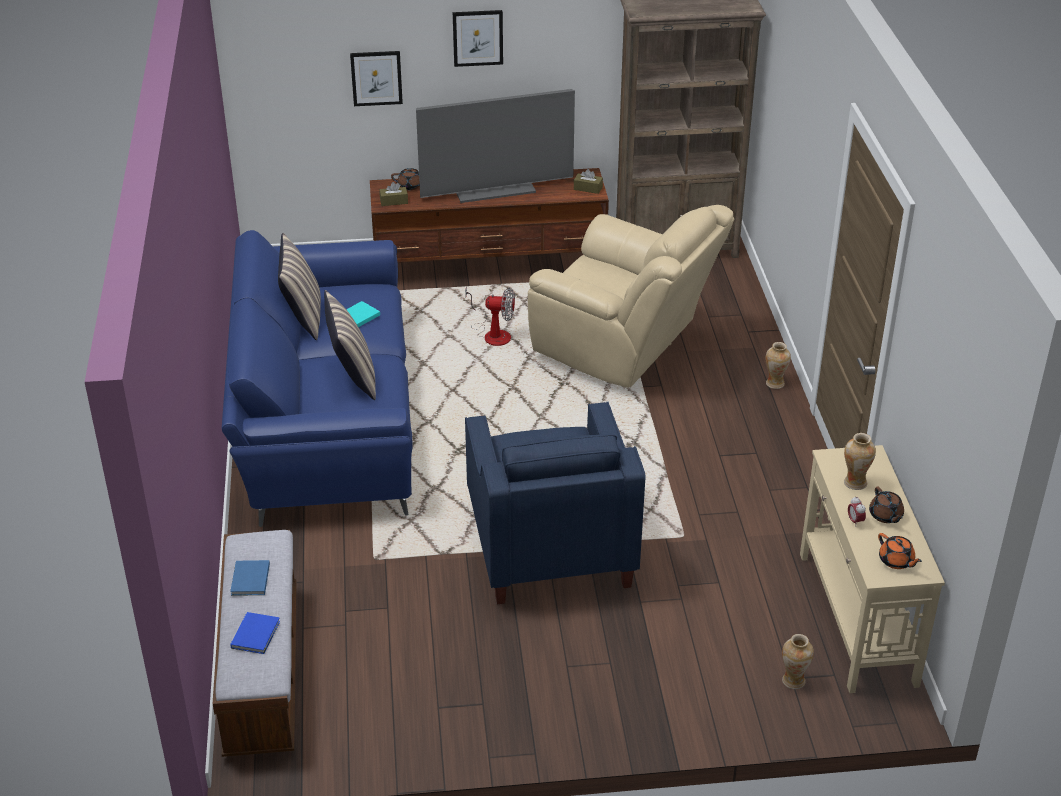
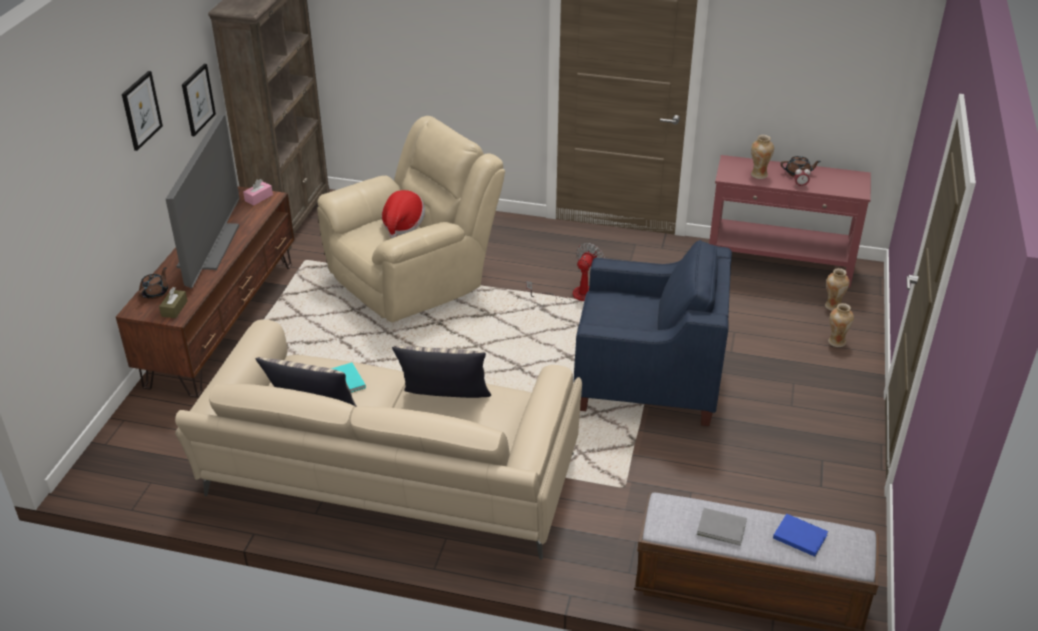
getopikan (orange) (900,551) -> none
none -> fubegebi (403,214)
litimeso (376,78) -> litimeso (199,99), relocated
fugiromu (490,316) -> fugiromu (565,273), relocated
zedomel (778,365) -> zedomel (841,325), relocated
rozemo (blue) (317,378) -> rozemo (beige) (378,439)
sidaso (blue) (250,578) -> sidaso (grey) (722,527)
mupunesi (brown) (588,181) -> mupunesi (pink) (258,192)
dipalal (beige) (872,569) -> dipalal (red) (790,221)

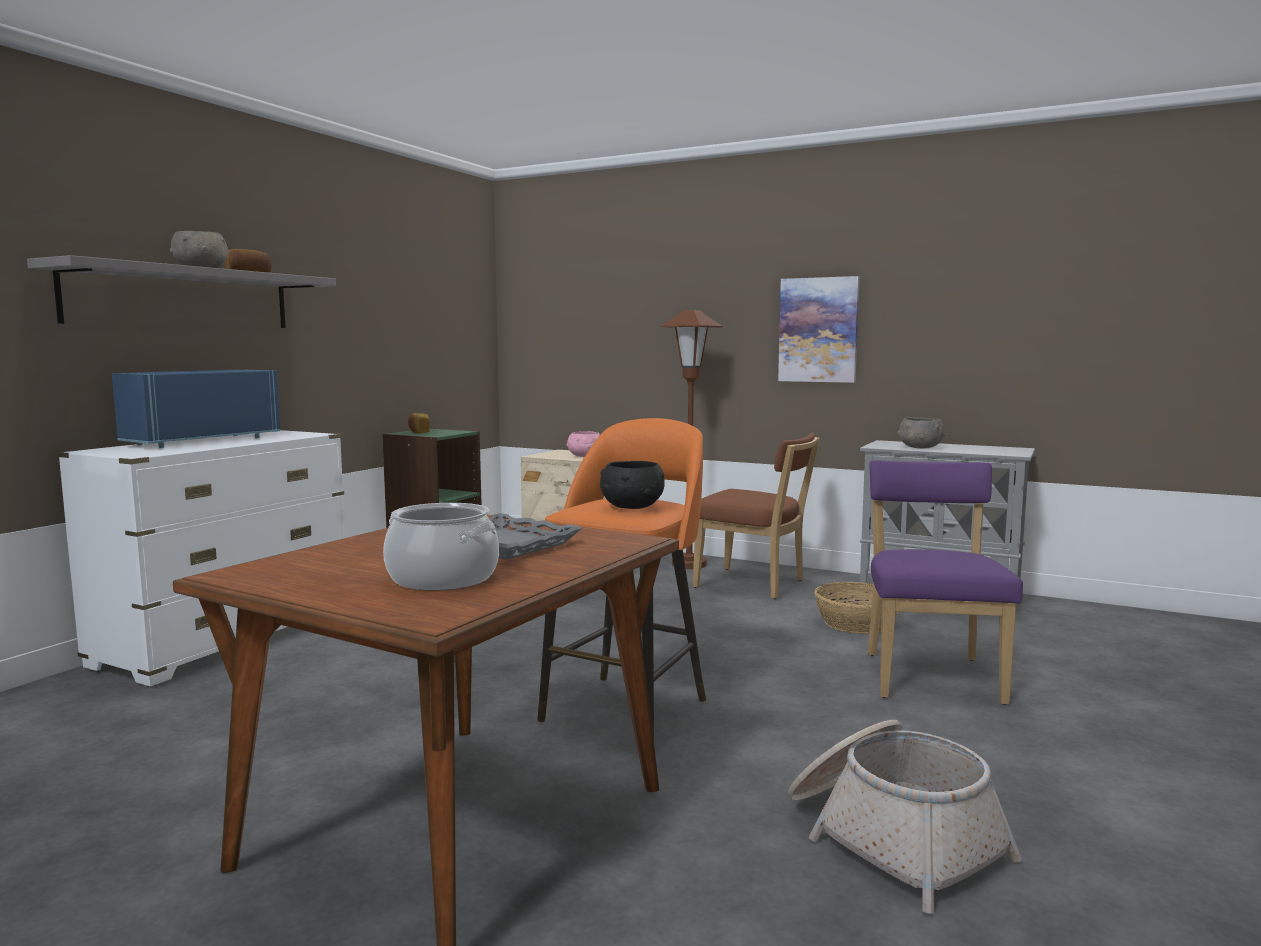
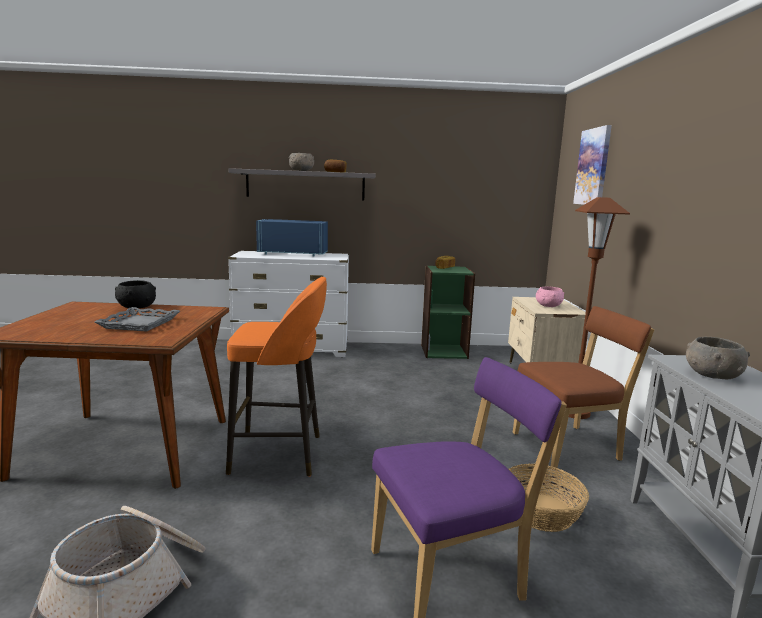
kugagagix (441,546) -> none
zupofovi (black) (632,485) -> zupofovi (black) (135,294), relocated
litimeso (819,329) -> litimeso (592,165), relocated
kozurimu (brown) (756,515) -> kozurimu (brown) (583,387), 105 degrees counterclockwise

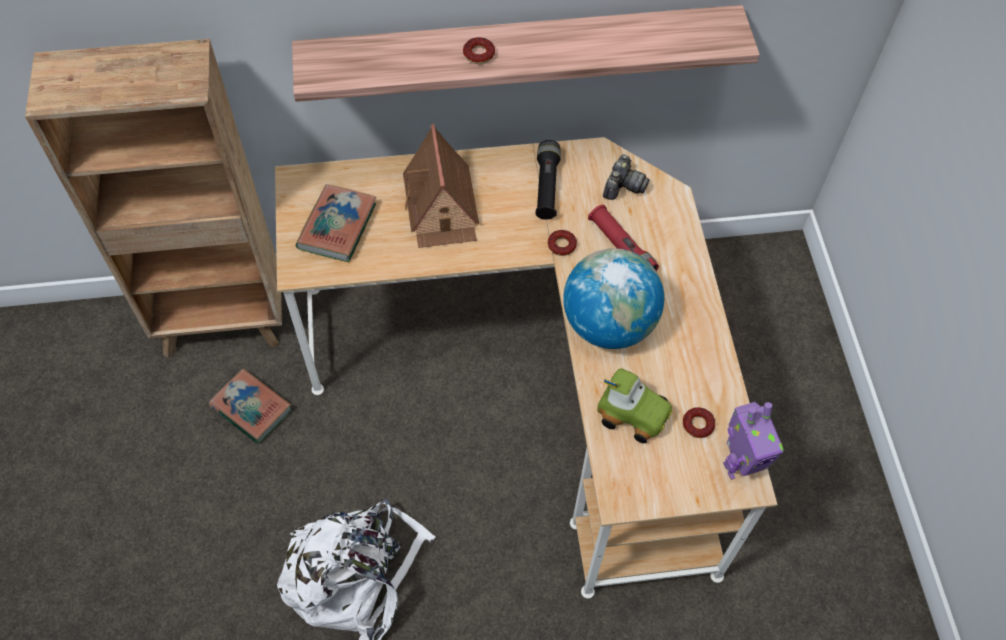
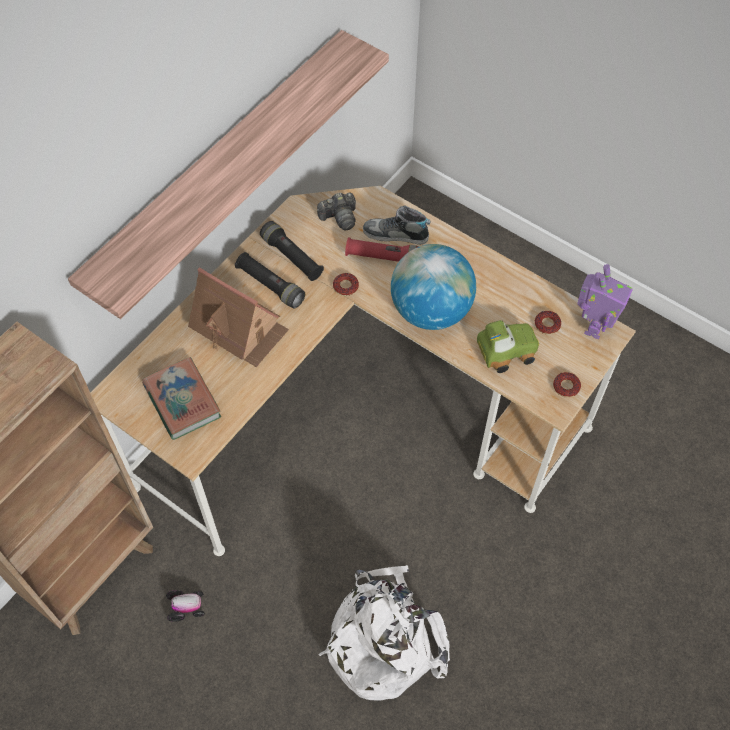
none -> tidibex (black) (270,280)
none -> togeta (397,225)
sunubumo (479,50) -> sunubumo (567,385), relocated
sidaso (250,406) -> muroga (185,606)
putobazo (626,177) -> putobazo (336,212), 90 degrees clockwise

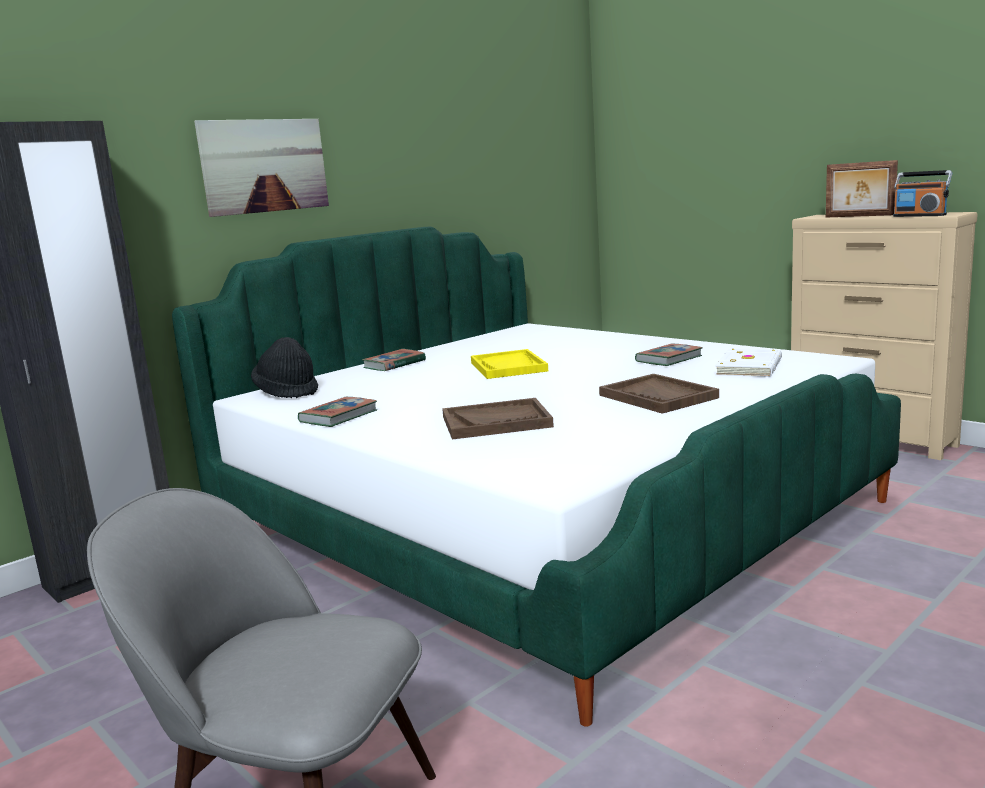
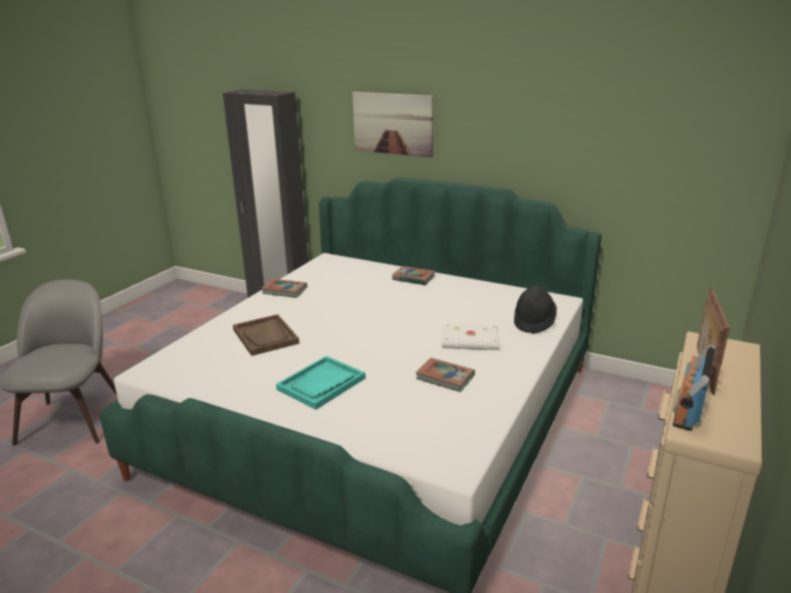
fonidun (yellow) (509,364) -> none
fubegebi (black) (284,367) -> fubegebi (black) (535,310), relocated
sidaso (white) (748,363) -> sidaso (white) (471,337), relocated
fonidun (brown) (659,394) -> fonidun (turquoise) (320,383)

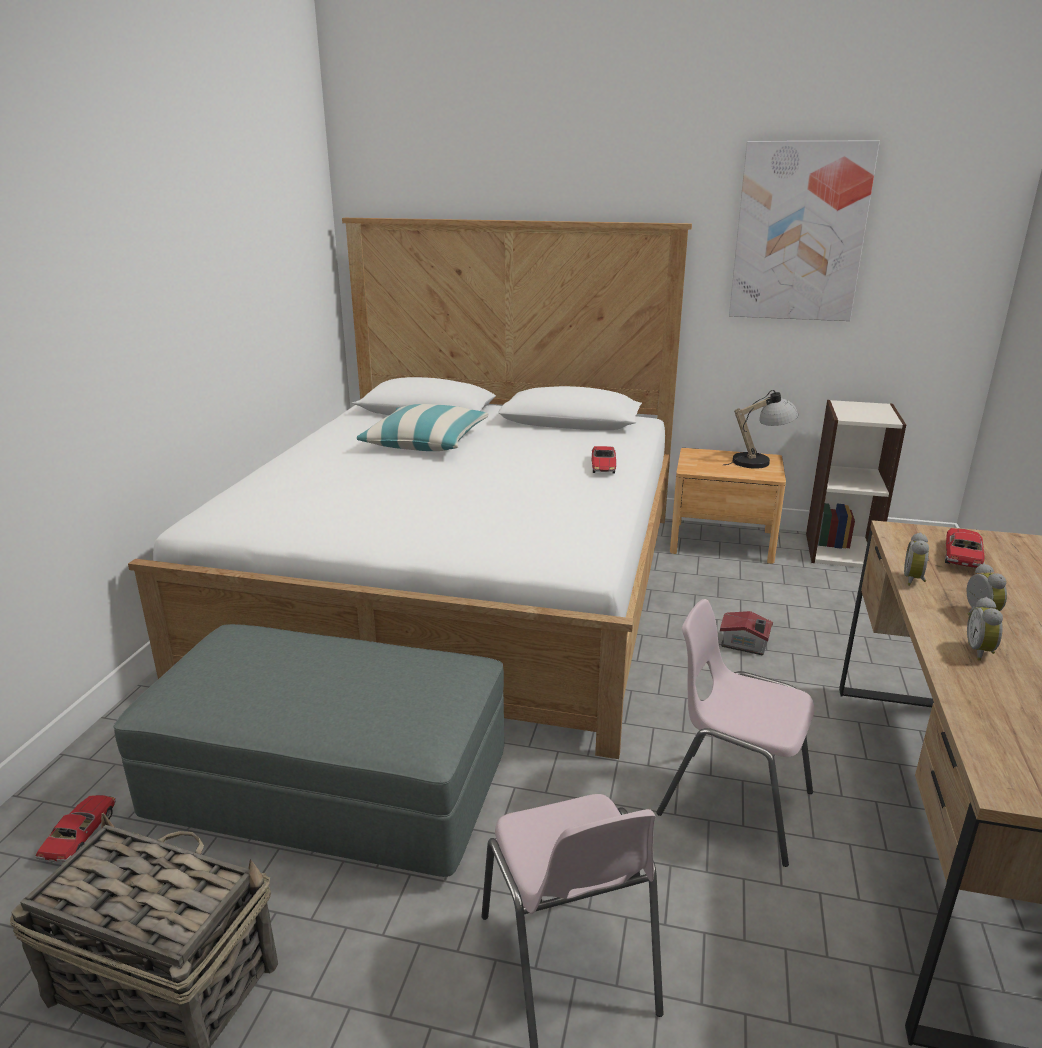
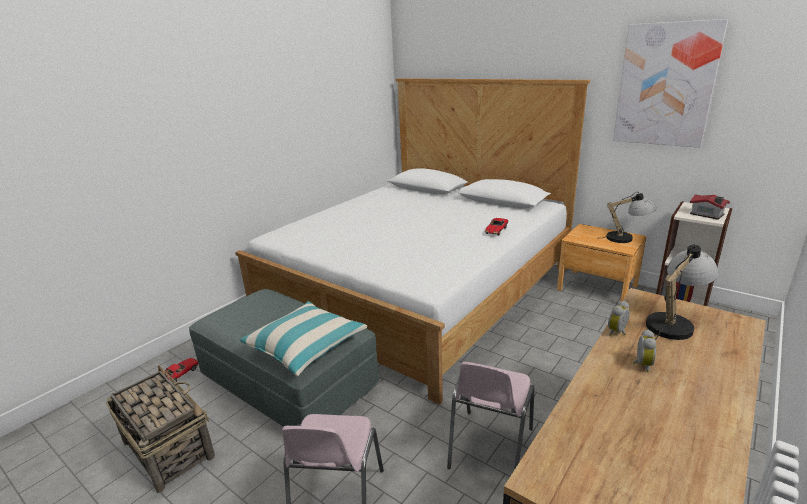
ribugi (985,629) -> none
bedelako (423,427) -> bedelako (303,338), relocated
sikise (746,633) -> sikise (710,207), relocated
muroga (965,548) -> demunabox (682,292)
kozurimu (pink) (735,733) -> kozurimu (pink) (491,416), 120 degrees counterclockwise

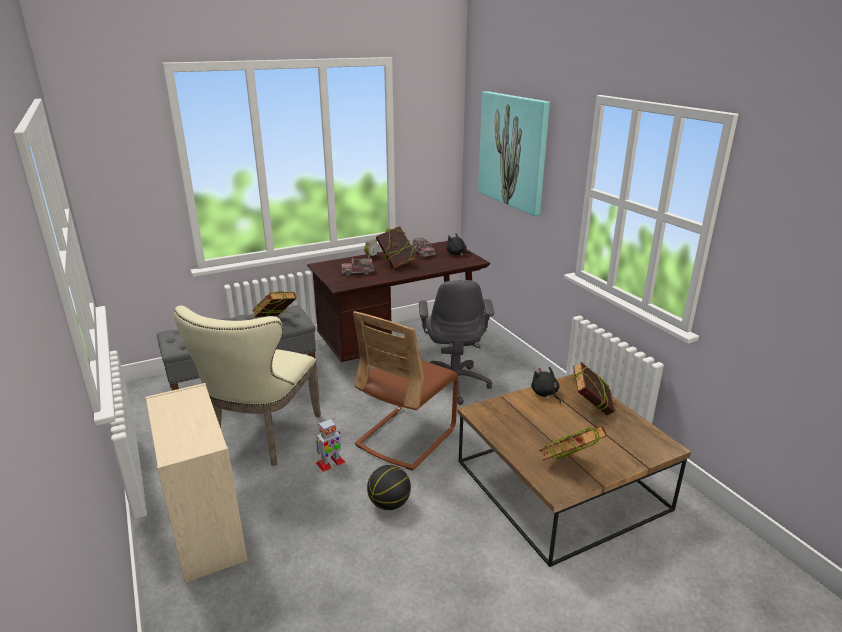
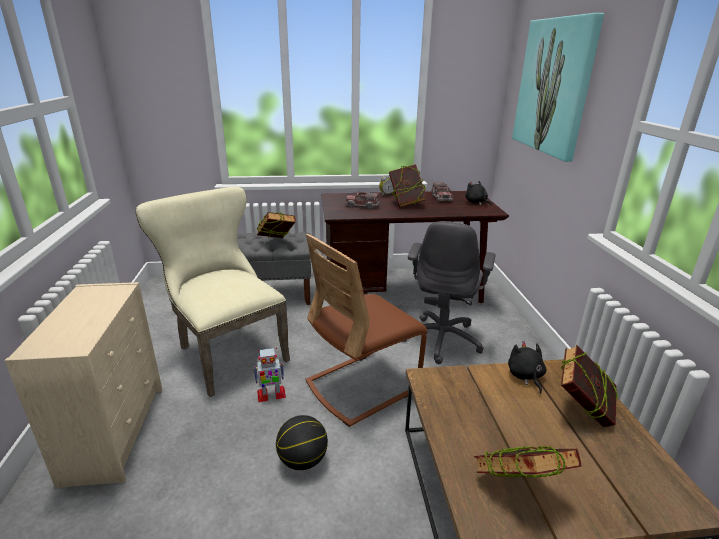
kozurimu (beige) (247,386) -> kozurimu (beige) (212,292), 105 degrees clockwise

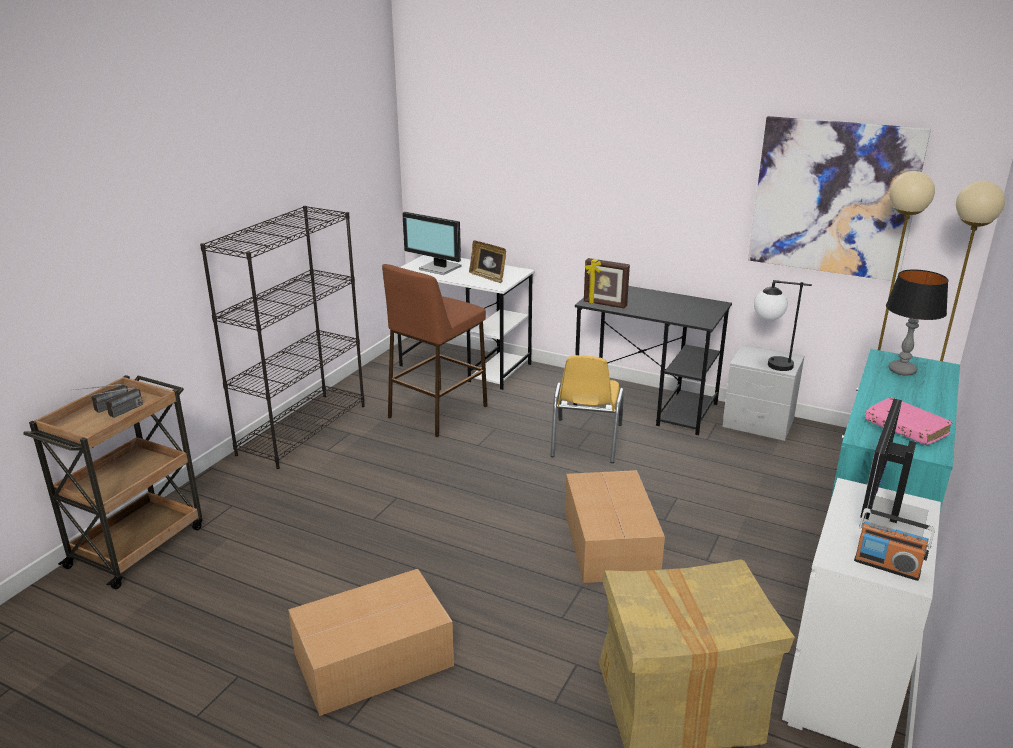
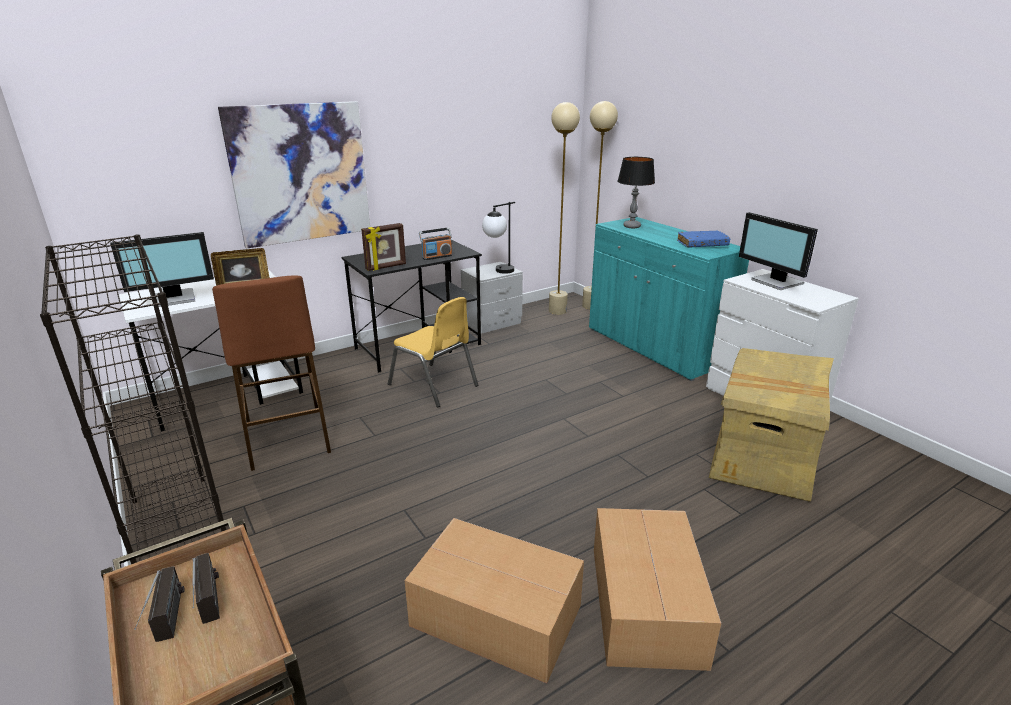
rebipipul (615,526) -> rebipipul (494,600), relocated
litimeso (839,199) -> litimeso (294,175), relocated
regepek (894,544) -> regepek (436,244), relocated
sidaso (pink) (908,421) -> sidaso (blue) (703,239)

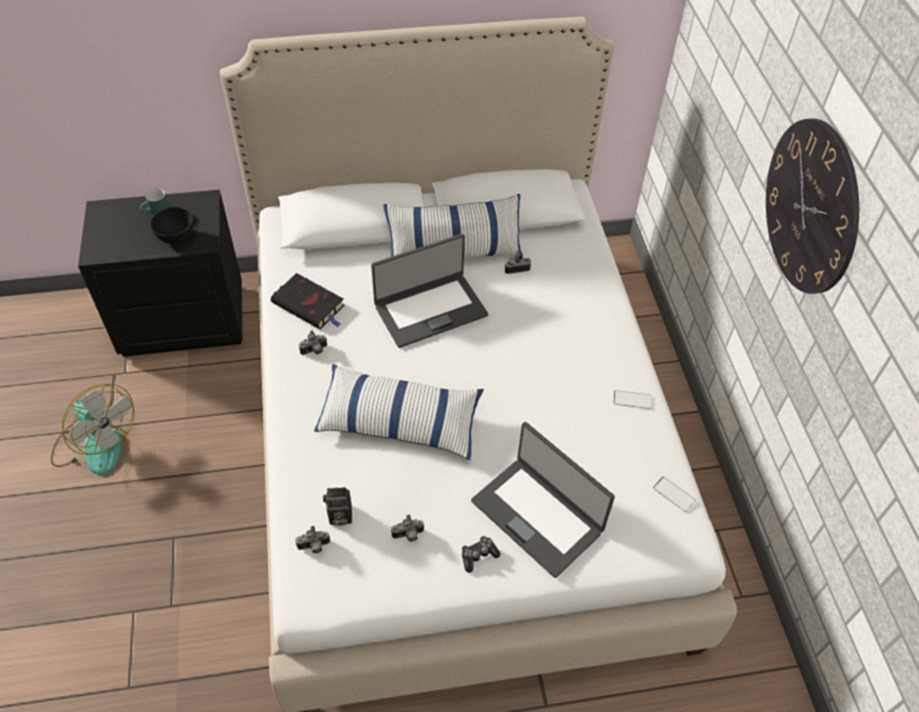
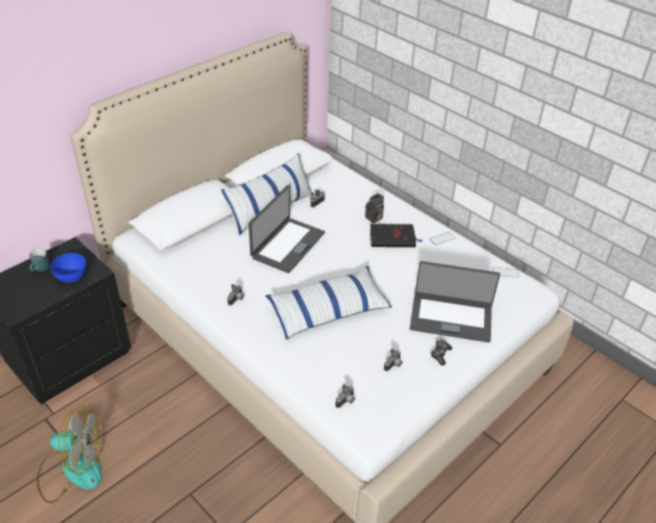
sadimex (812,206) -> none
sidaso (black) (307,301) -> sidaso (black) (396,235), relocated
putobazo (337,506) -> putobazo (374,208), relocated
zupofovi (black) (171,225) -> zupofovi (blue) (68,268)

